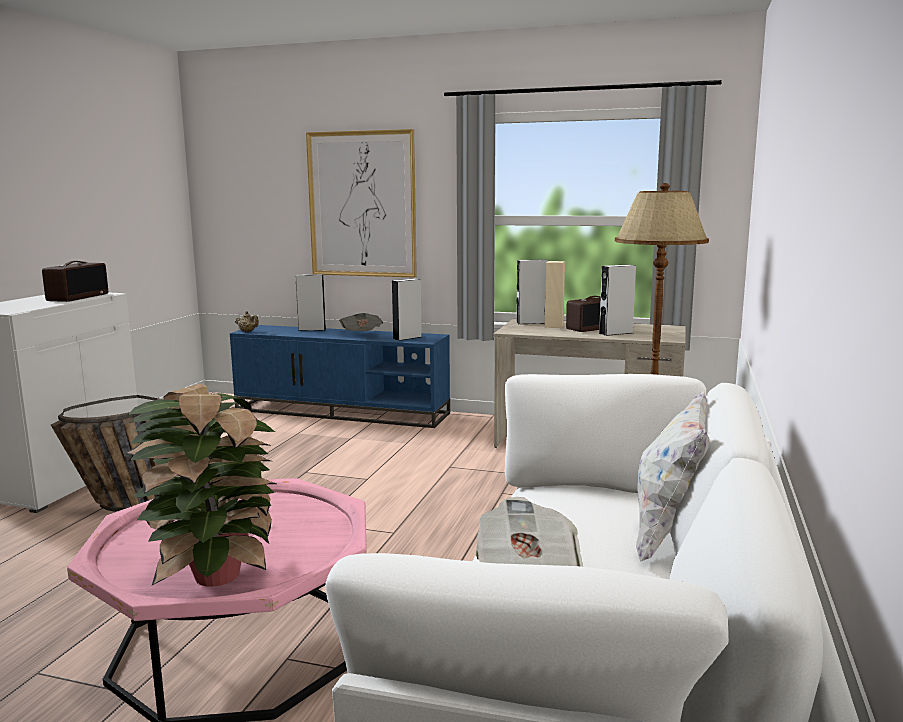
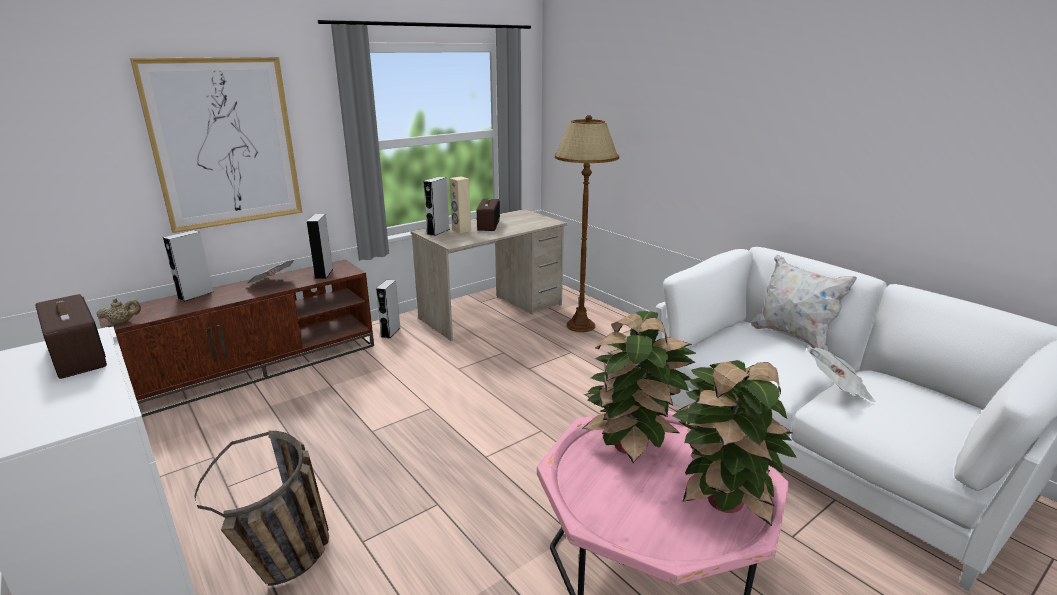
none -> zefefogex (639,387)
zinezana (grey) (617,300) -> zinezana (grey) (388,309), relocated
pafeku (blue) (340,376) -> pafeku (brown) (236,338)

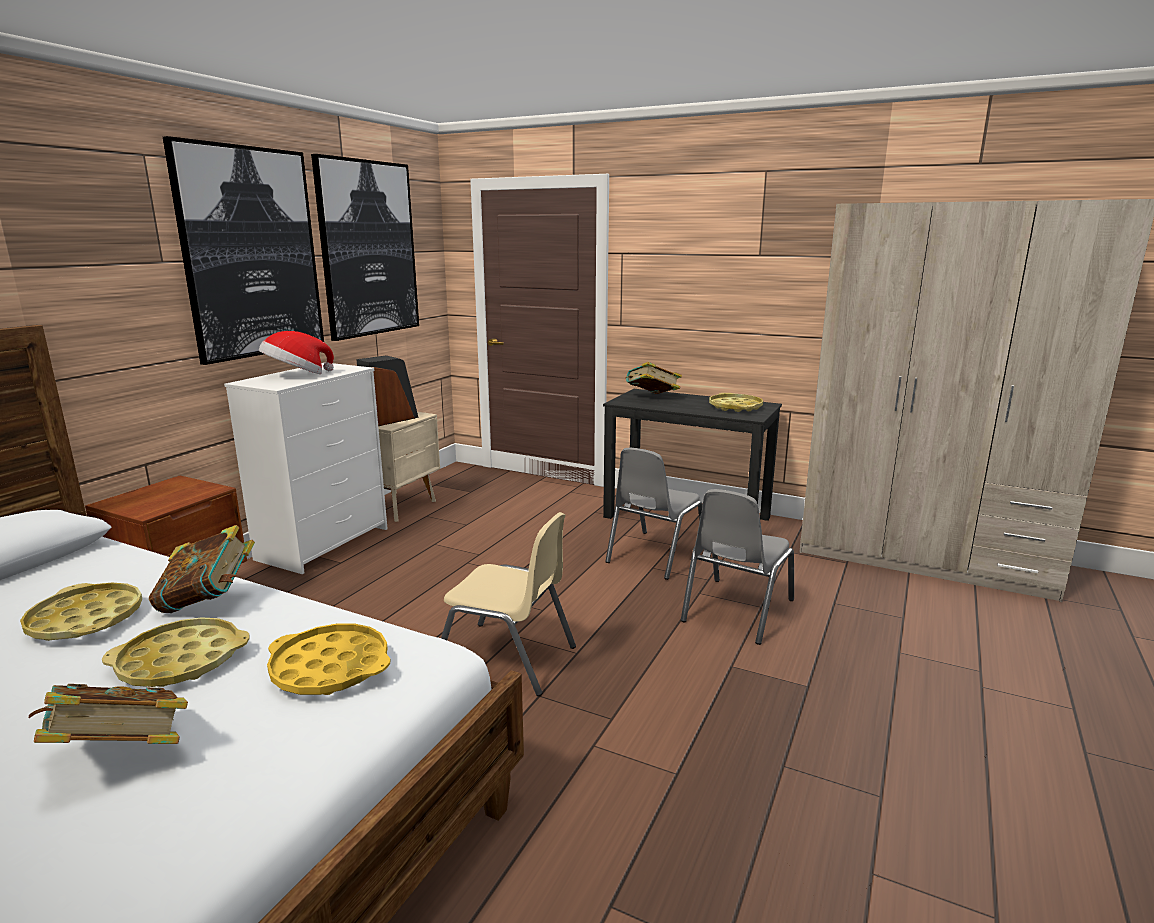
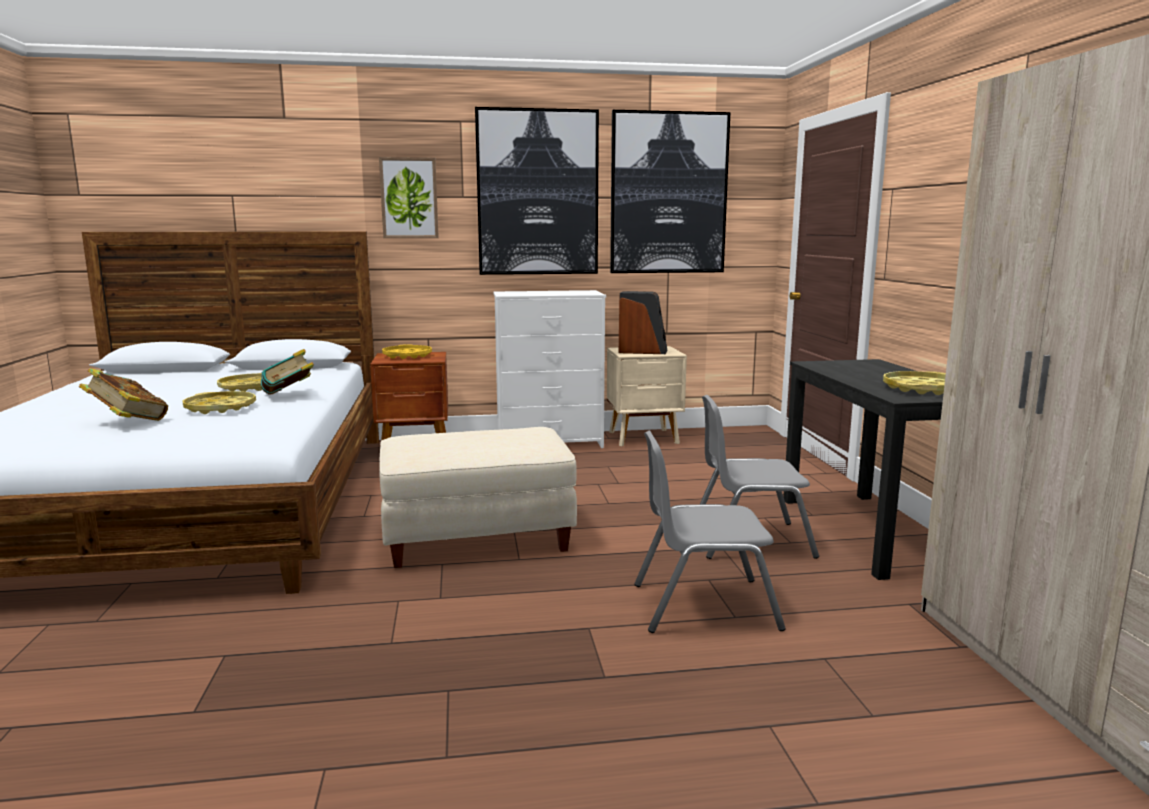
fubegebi (296,352) -> none
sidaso (654,378) -> none
none -> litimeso (409,197)
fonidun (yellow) (329,659) -> fonidun (yellow) (407,351), relocated
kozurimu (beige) (508,604) -> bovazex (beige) (478,497)

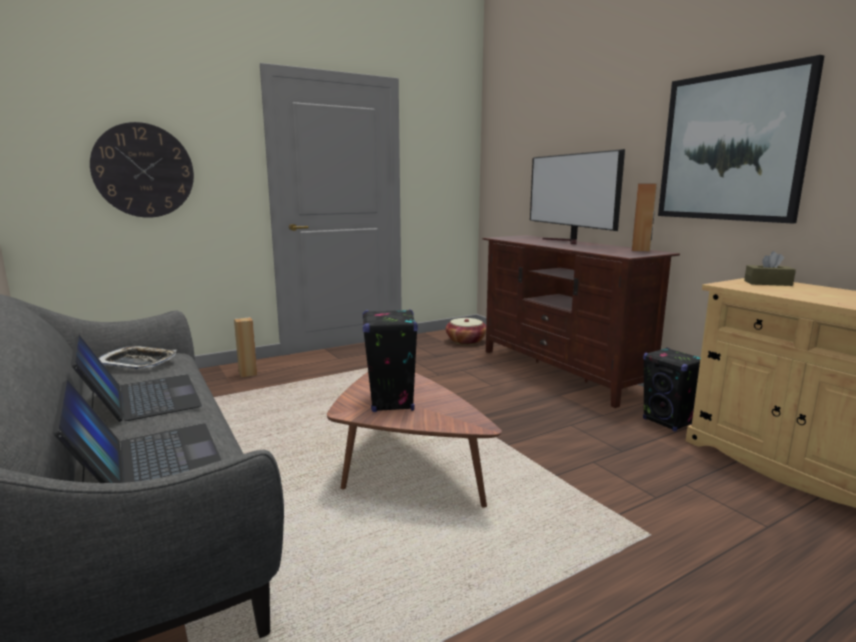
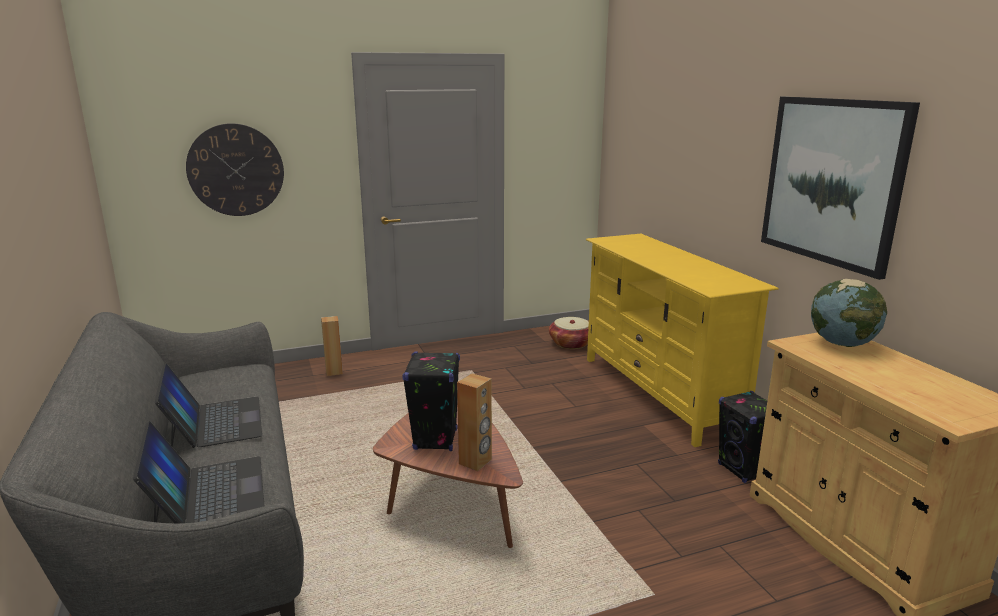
fonidun (137,358) -> none
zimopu (577,196) -> none
zinezana (brown) (644,218) -> zinezana (brown) (474,422), relocated
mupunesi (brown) (770,268) -> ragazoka (849,313)
pafeku (brown) (581,321) -> pafeku (yellow) (682,340)

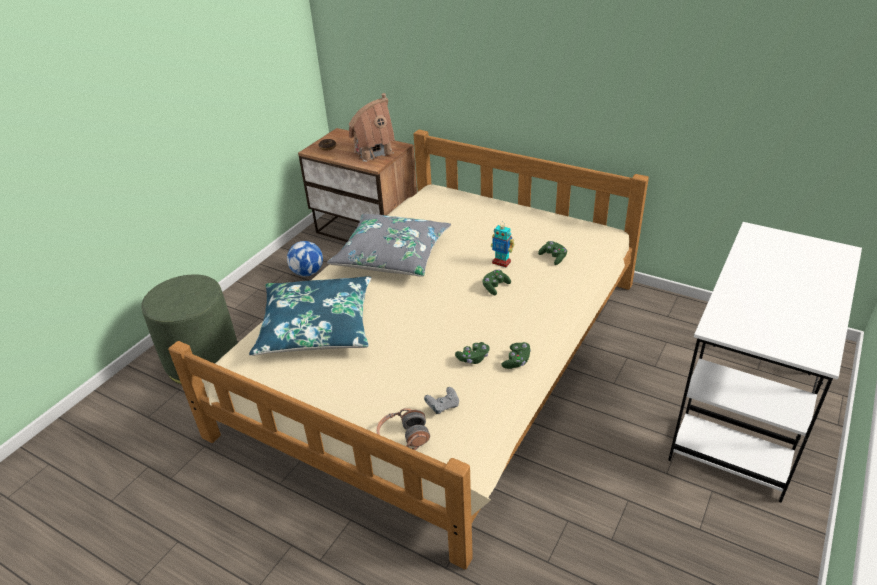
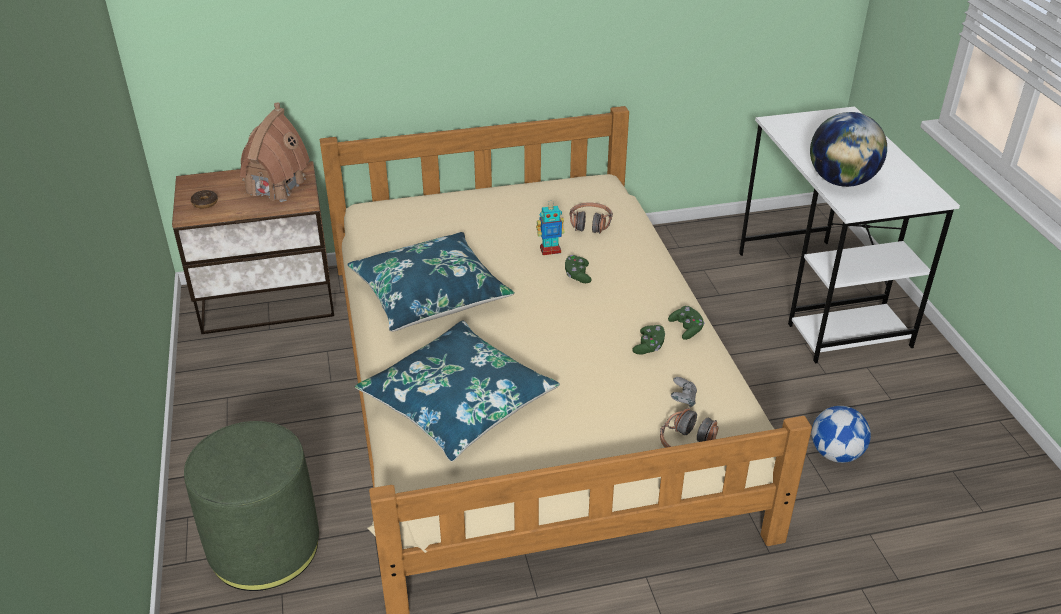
none -> ragazoka (848,149)
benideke (305,258) -> benideke (841,434), relocated
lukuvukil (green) (552,253) -> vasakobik (591,218)
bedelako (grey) (389,245) -> bedelako (blue) (431,282)

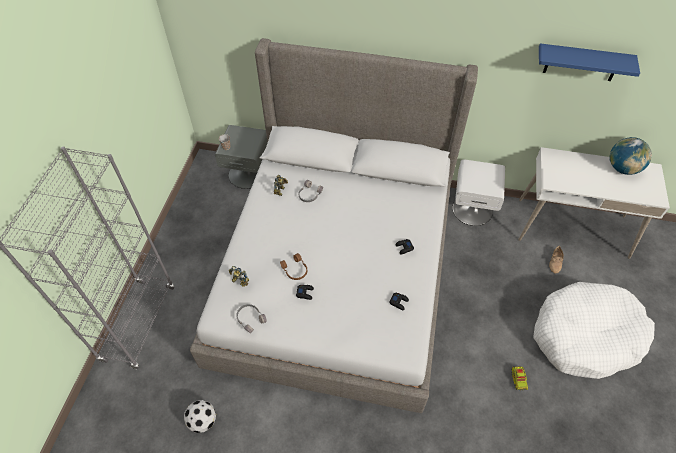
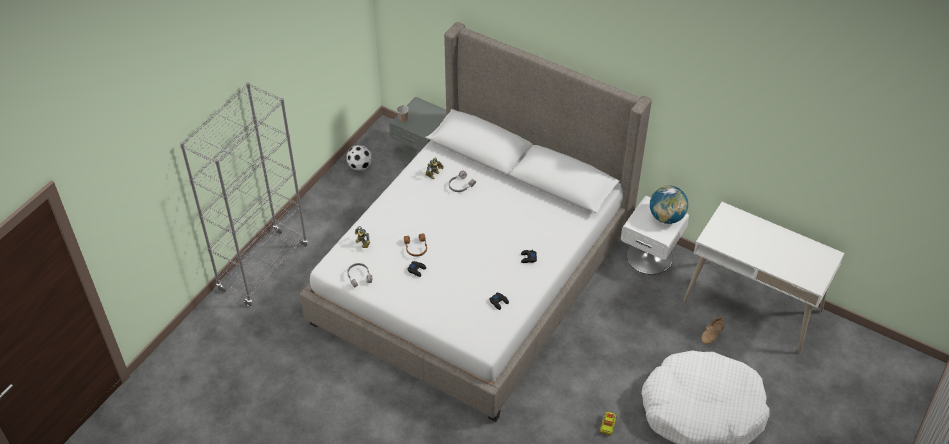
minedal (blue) (589,62) -> none
benideke (200,416) -> benideke (359,158), relocated
ragazoka (630,156) -> ragazoka (669,205), relocated

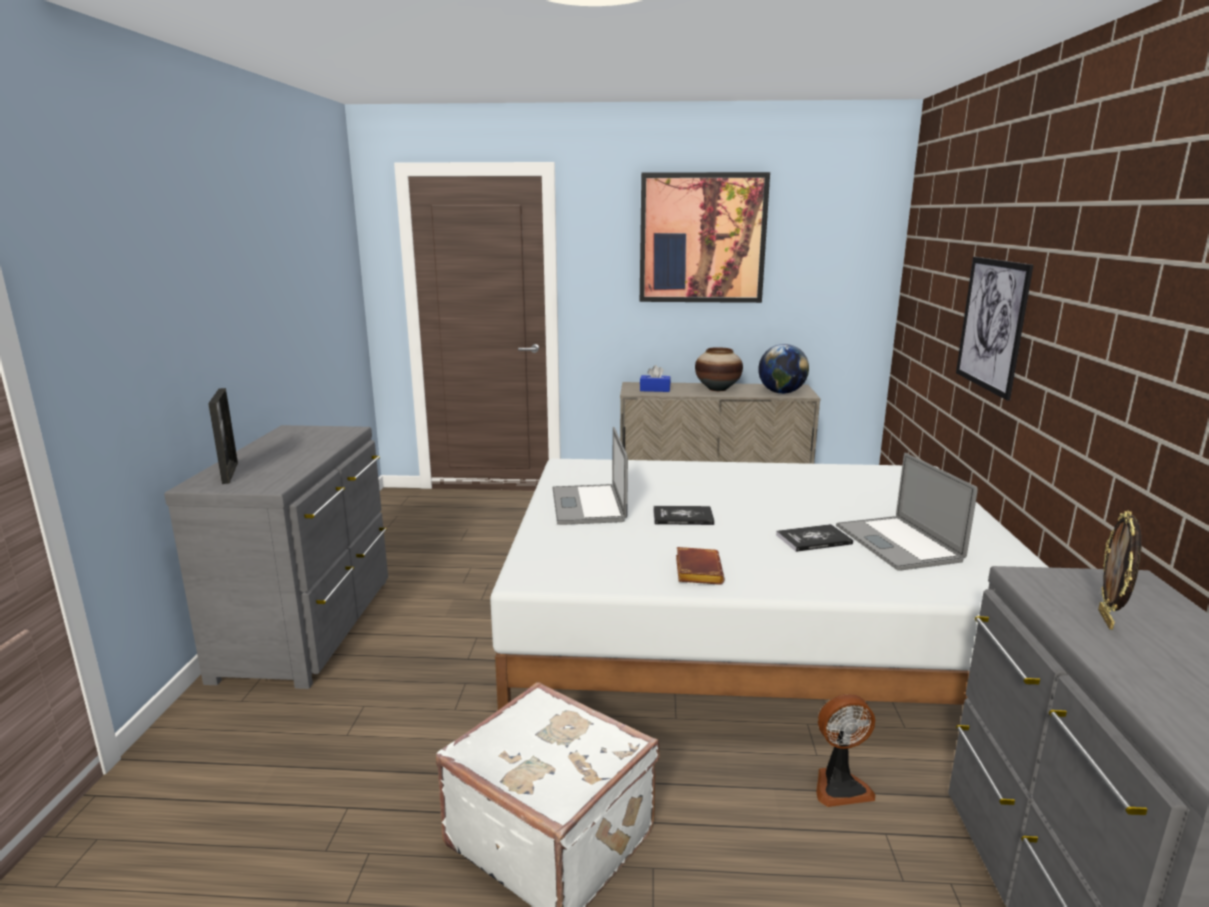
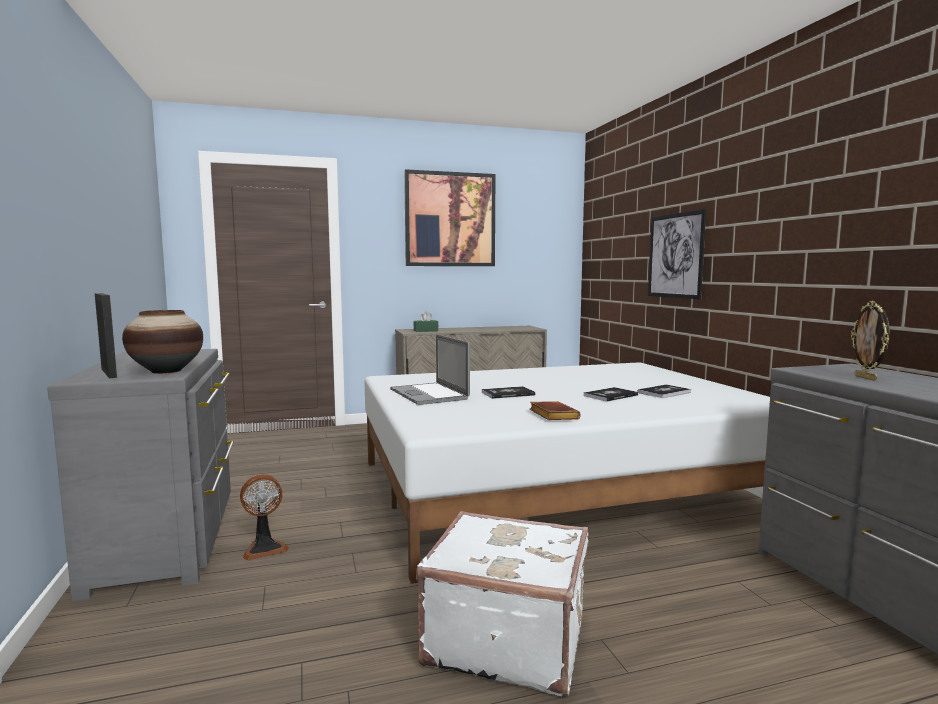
ragazoka (783,369) -> none
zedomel (719,369) -> zedomel (162,342), relocated
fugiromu (846,750) -> fugiromu (264,517), relocated
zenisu (907,512) -> sidaso (664,391)
mupunesi (blue) (655,378) -> mupunesi (green) (426,321)

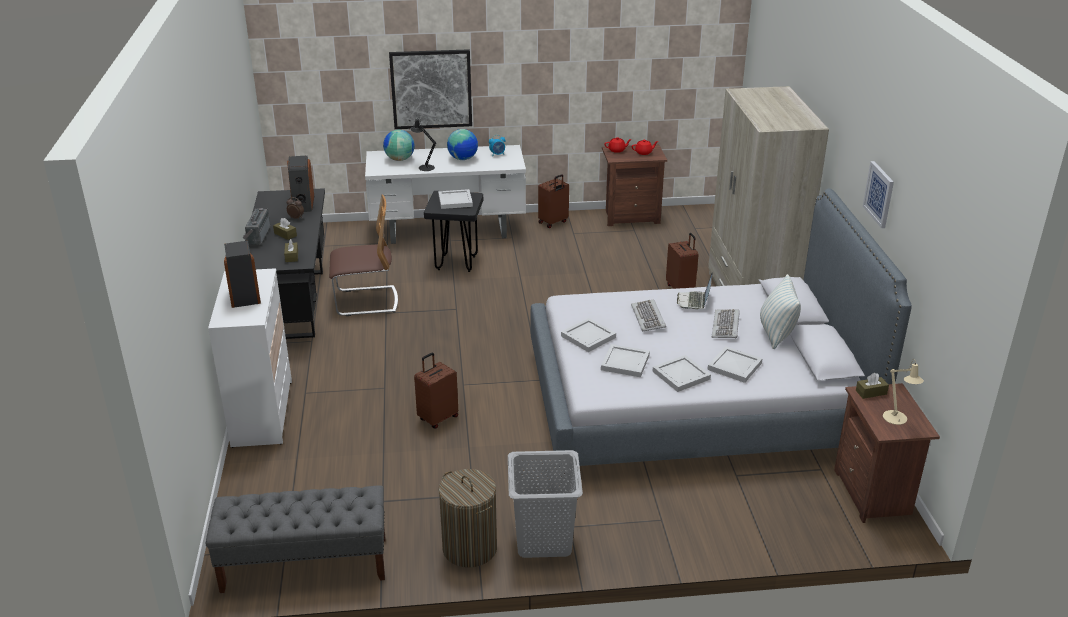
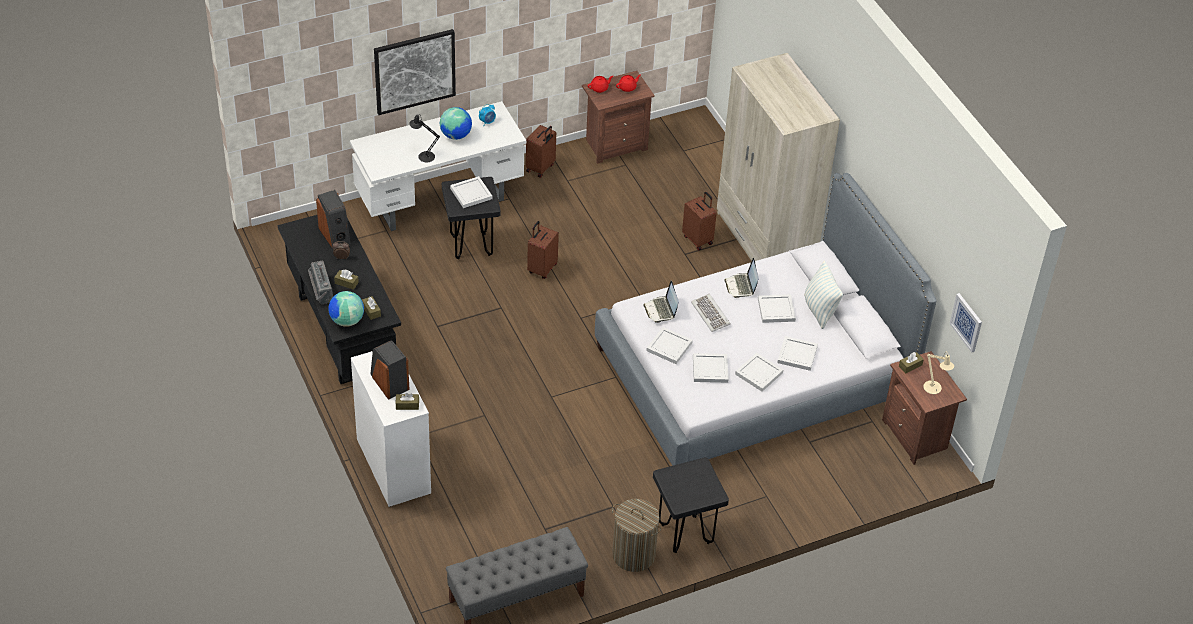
kozurimu (363,255) -> none
none -> mupunesi (brown) (407,401)
none -> zenisu (661,302)
ragazoka (399,145) -> ragazoka (346,309), relocated
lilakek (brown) (436,390) -> lilakek (brown) (543,250), relocated
litimeso (878,194) -> litimeso (966,323), relocated
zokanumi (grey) (545,504) -> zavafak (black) (691,505)
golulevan (726,323) -> fonidun (white) (777,308)

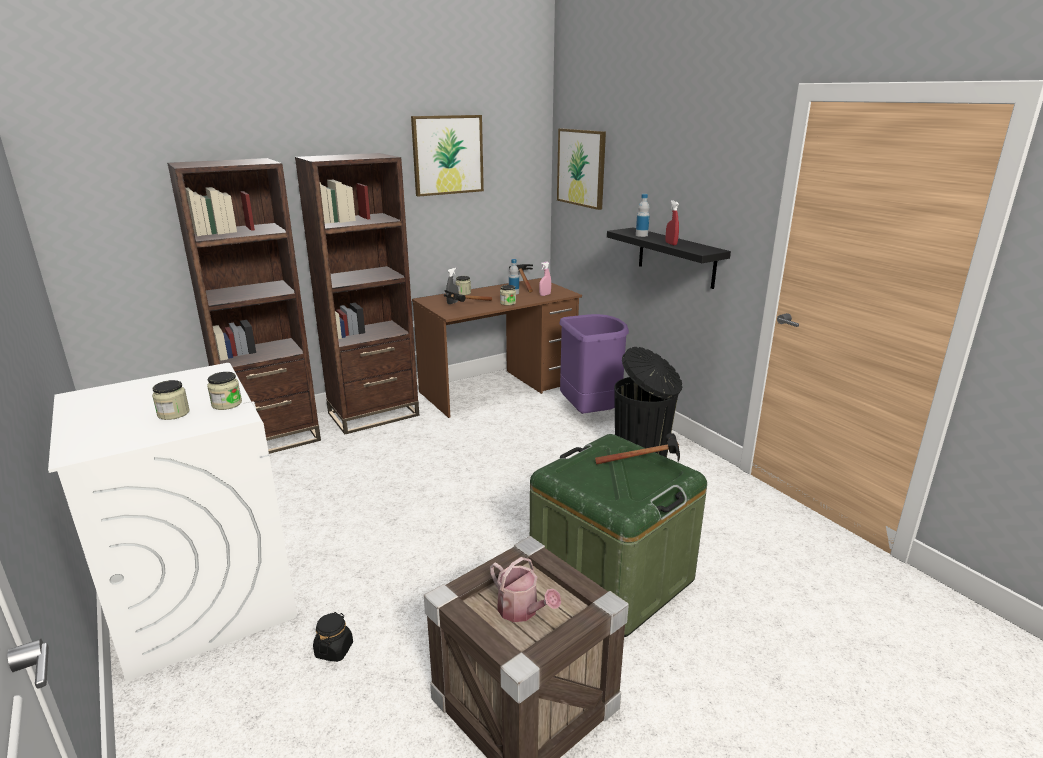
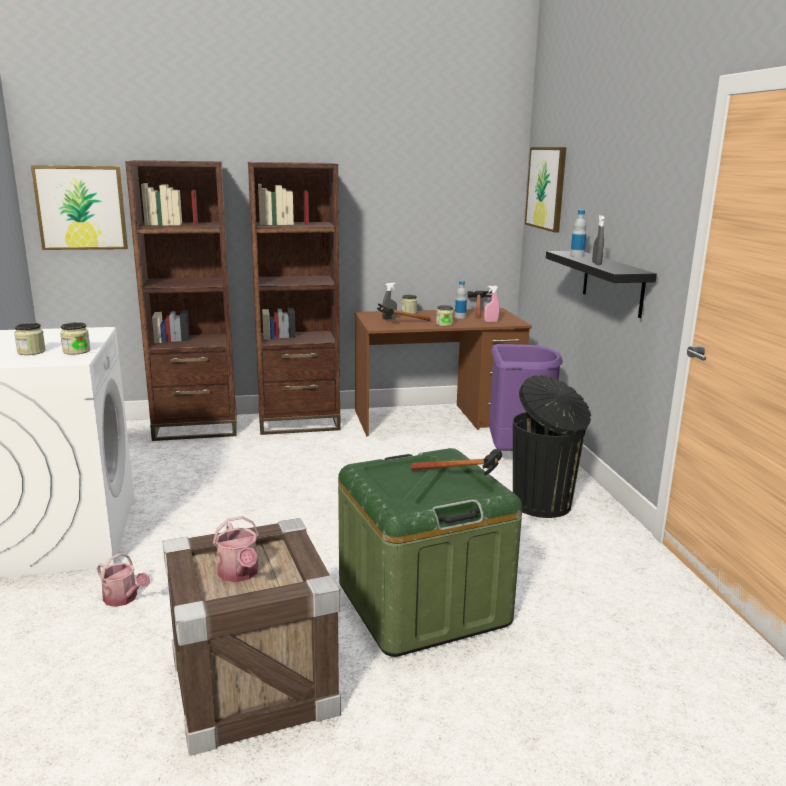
litimeso (447,156) -> litimeso (79,207), relocated
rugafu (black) (333,637) -> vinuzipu (123,580)
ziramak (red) (672,222) -> ziramak (grey) (598,240)

